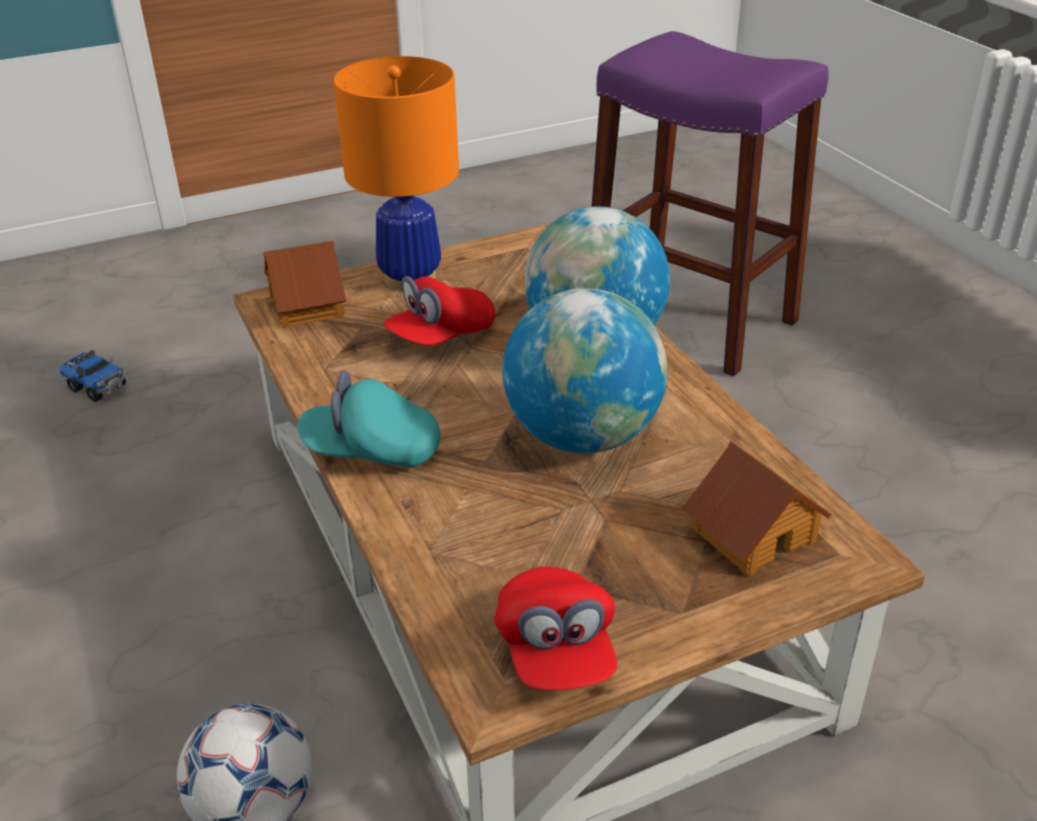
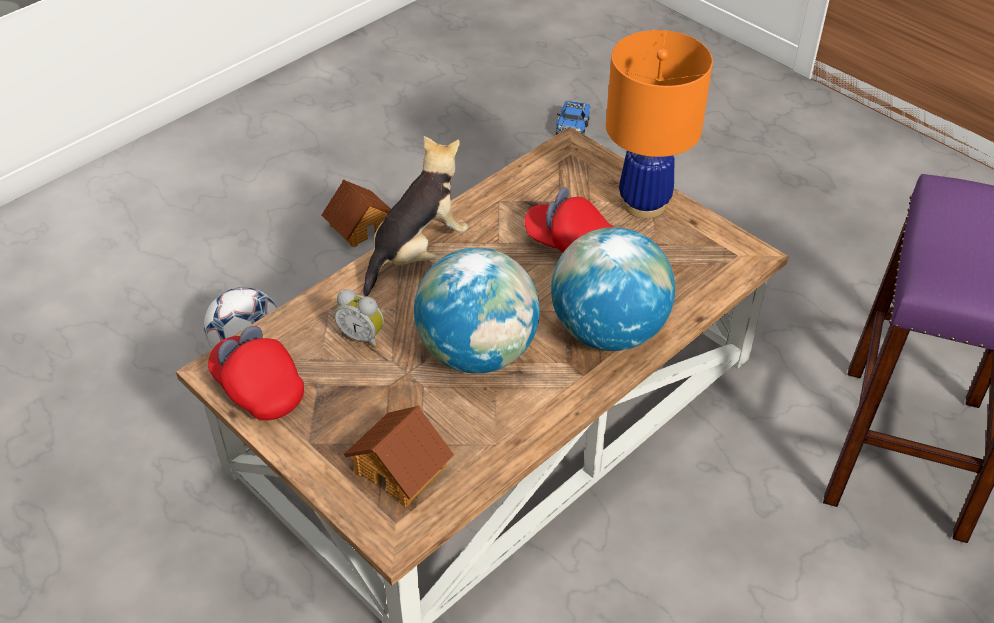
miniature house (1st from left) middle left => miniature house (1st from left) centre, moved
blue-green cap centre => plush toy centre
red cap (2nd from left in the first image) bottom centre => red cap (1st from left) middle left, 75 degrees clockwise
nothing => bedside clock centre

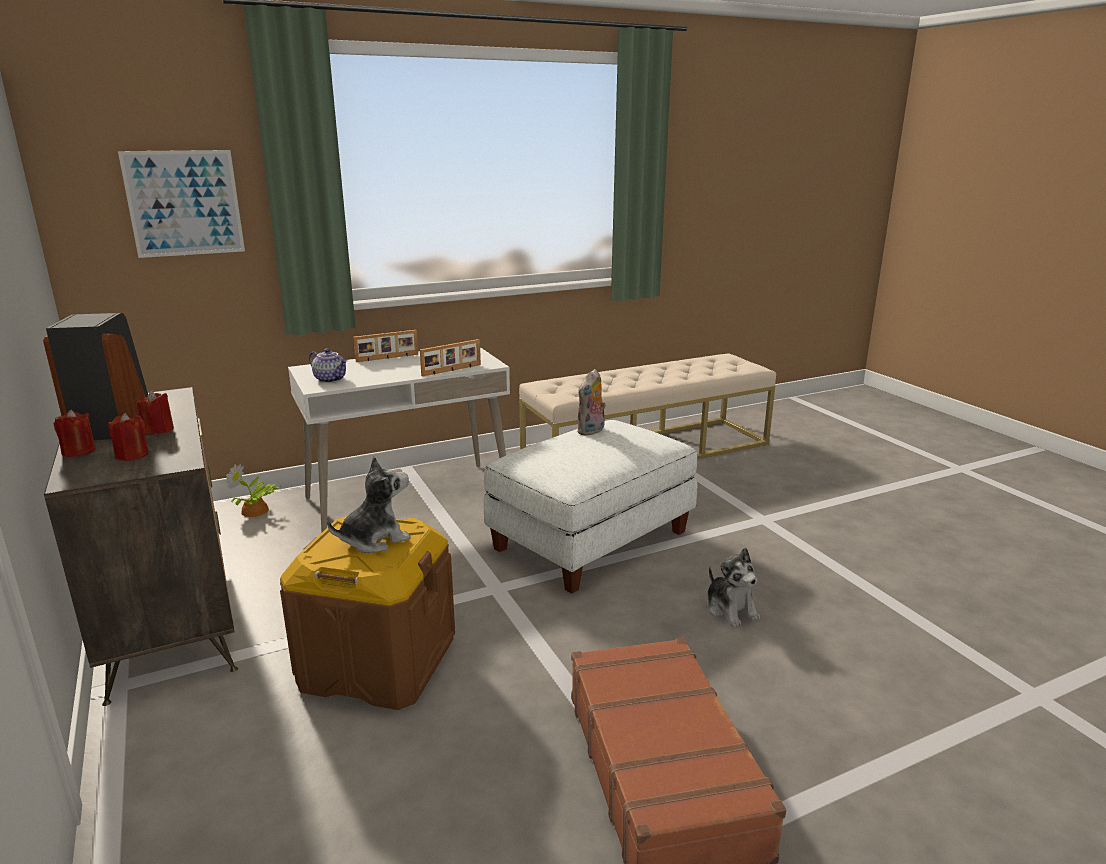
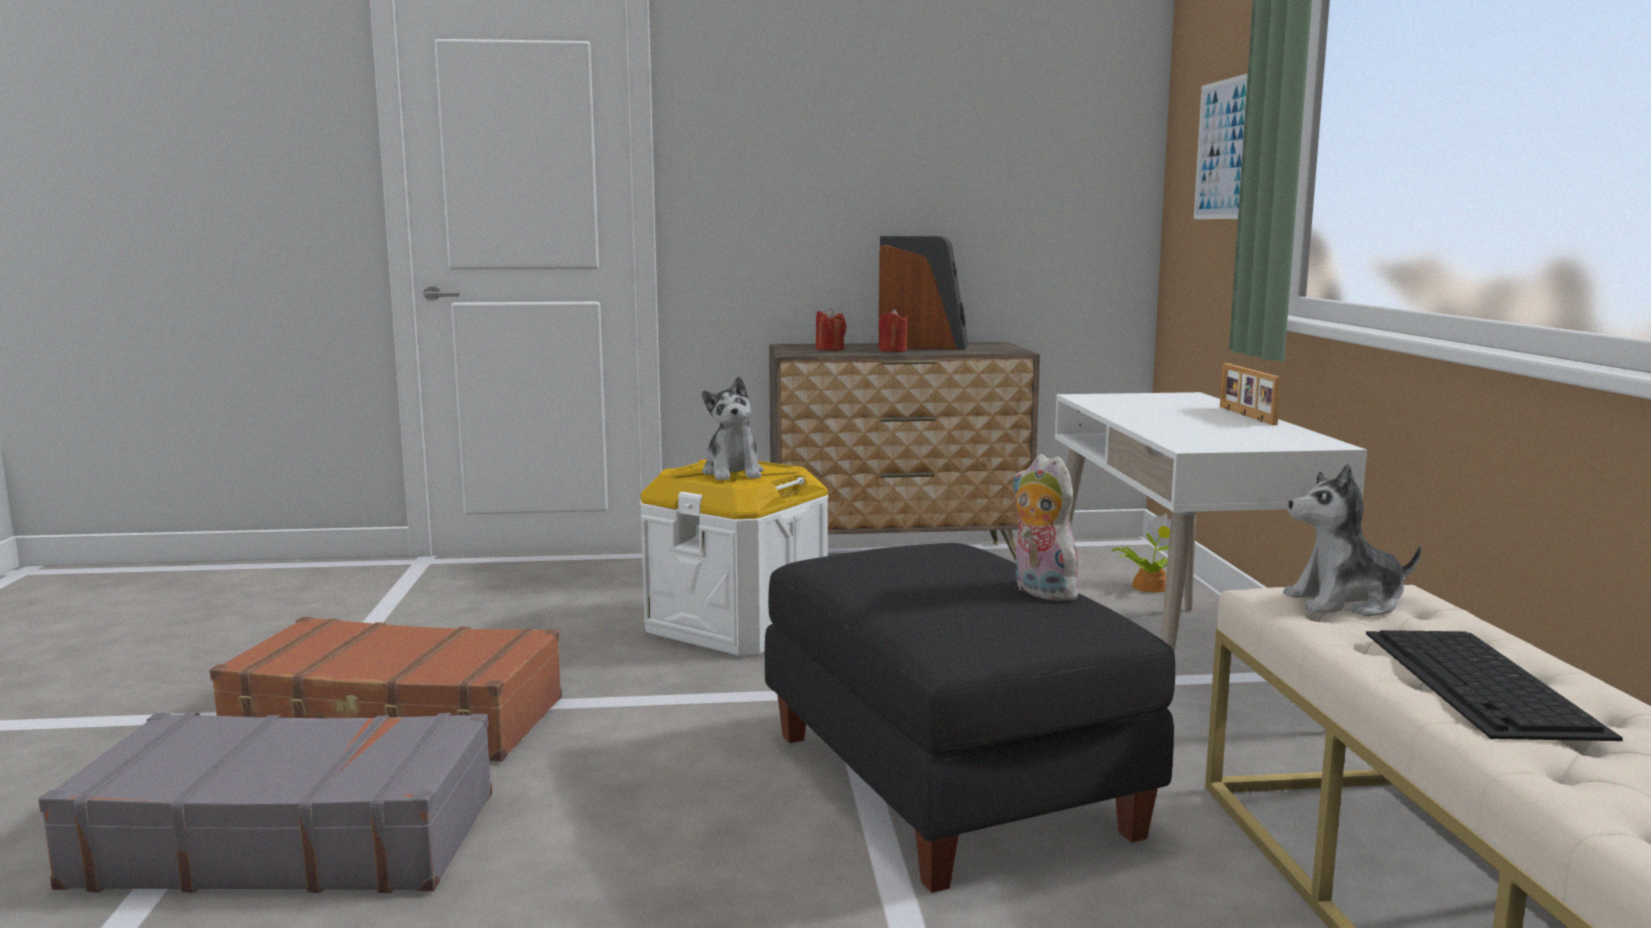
photo frame (2nd from left) centre => nothing
tea pot middle left => nothing
red candle (1st from left) middle left => nothing
whitish ottoman centre => black-coloured ottoman bottom centre
brown storage box bottom left => whitish storage box centre
plush toy (3rd from left) bottom centre => plush toy (3rd from left) middle right, moved
nothing => computer keyboard bottom right
nothing => greyish piece of luggage bottom left

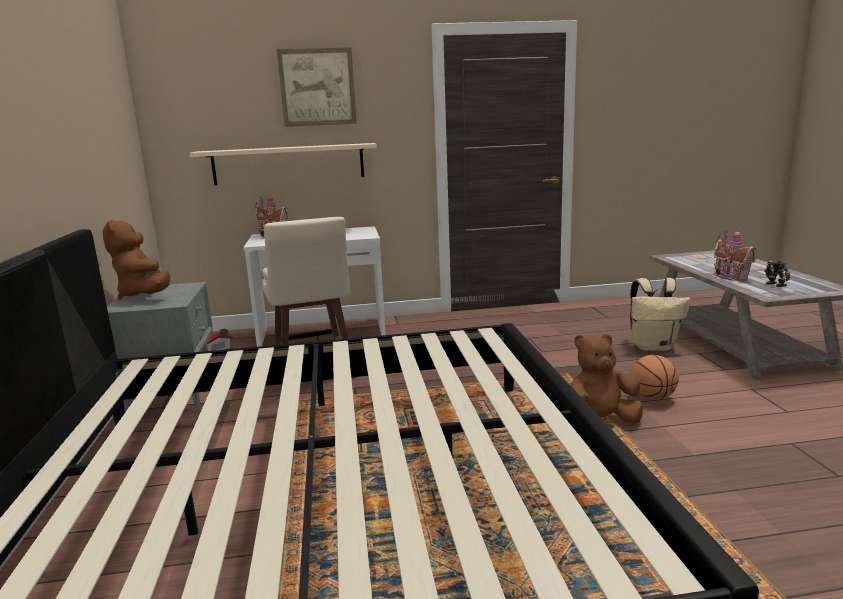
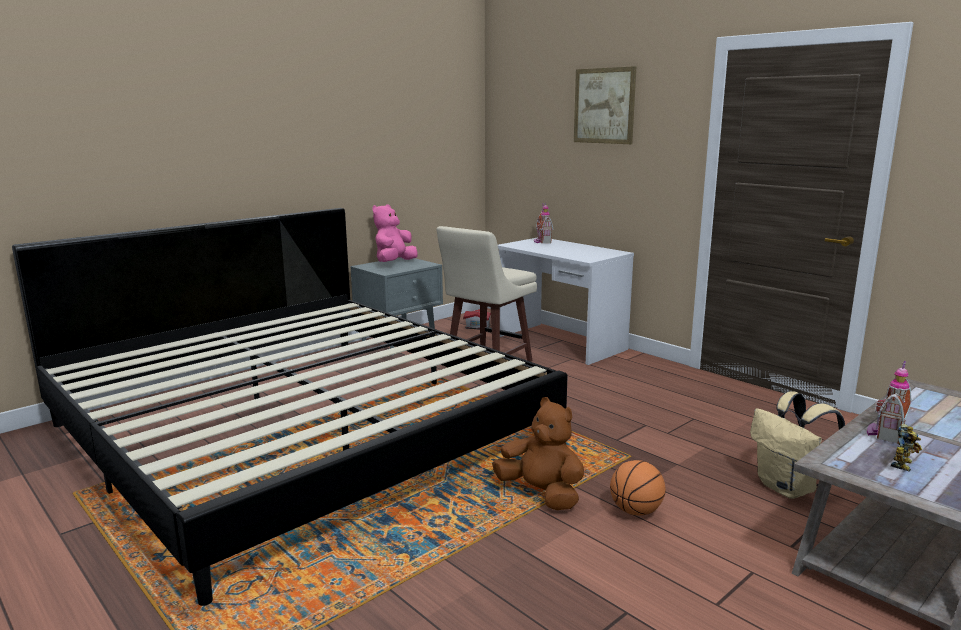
beige-coloured wall shelf top centre => nothing
brown plush toy (1st from left) middle left => pink plush toy centre

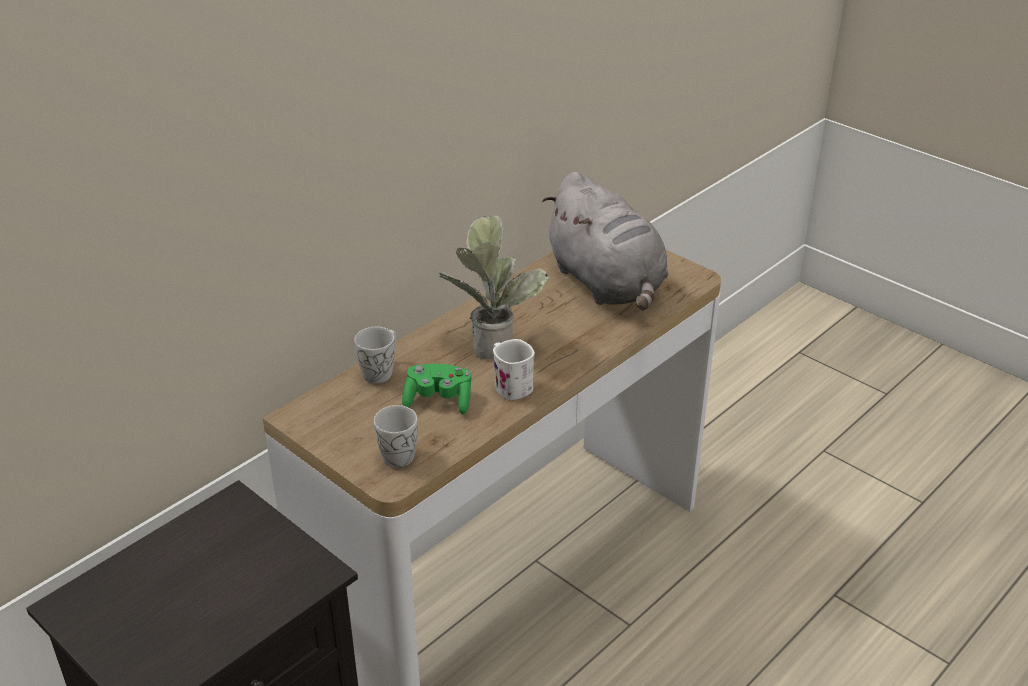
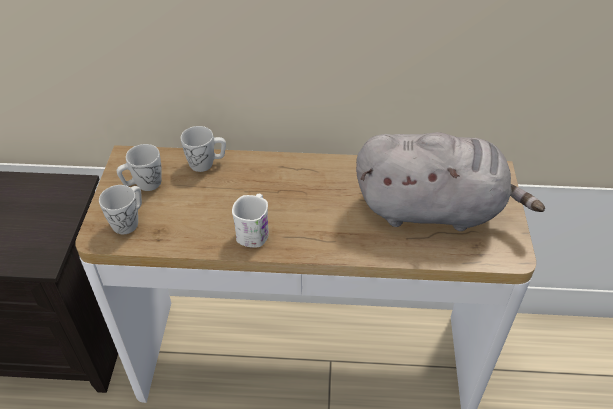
greyish plush toy centre => greyish plush toy middle right, 105 degrees counterclockwise
houseplant centre => nothing
green game controller centre => nothing
nothing => whitish coffee mug (2nd from left) middle left

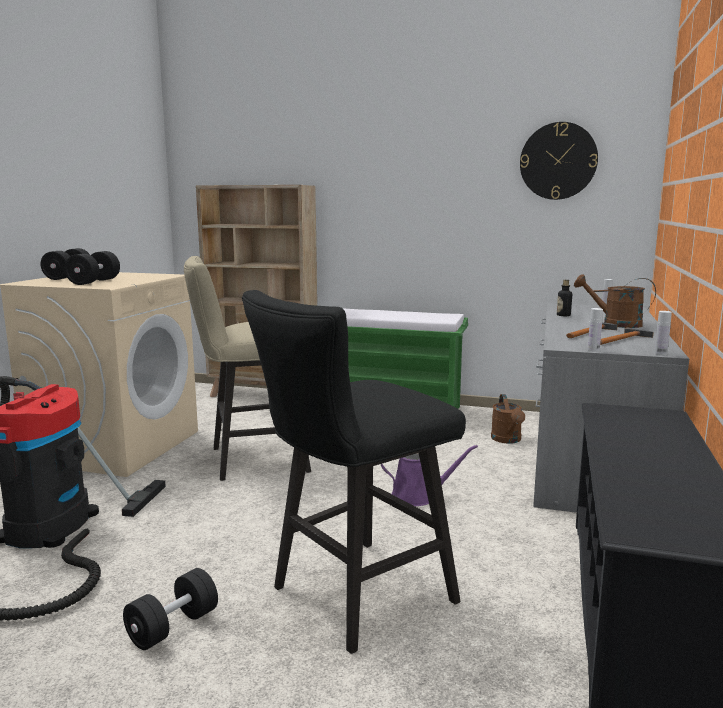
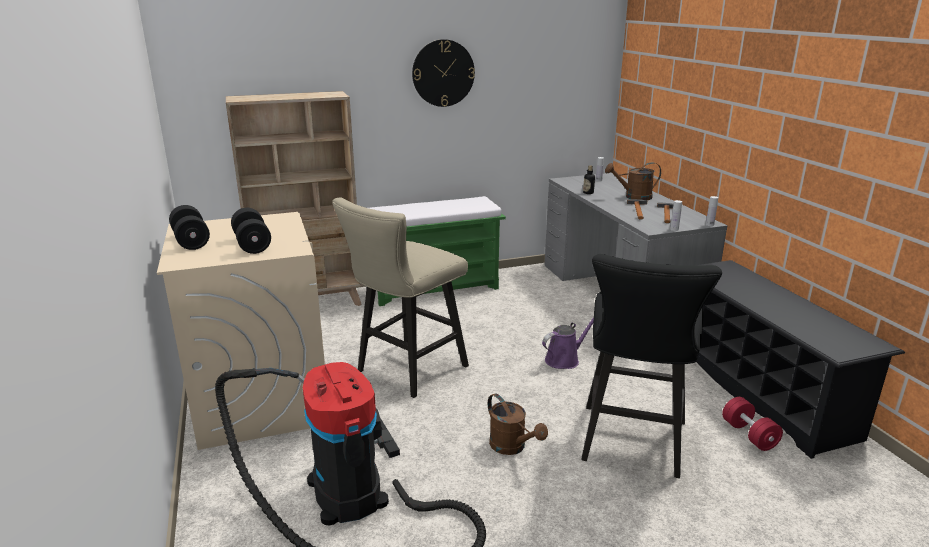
hanging clock top right => hanging clock top centre, moved
brown sprinkling can (1st from left) middle right => brown sprinkling can (1st from left) bottom centre, moved
black-coloured hand weight (3rd from left) bottom left => nothing
nothing => red hand weight bottom right

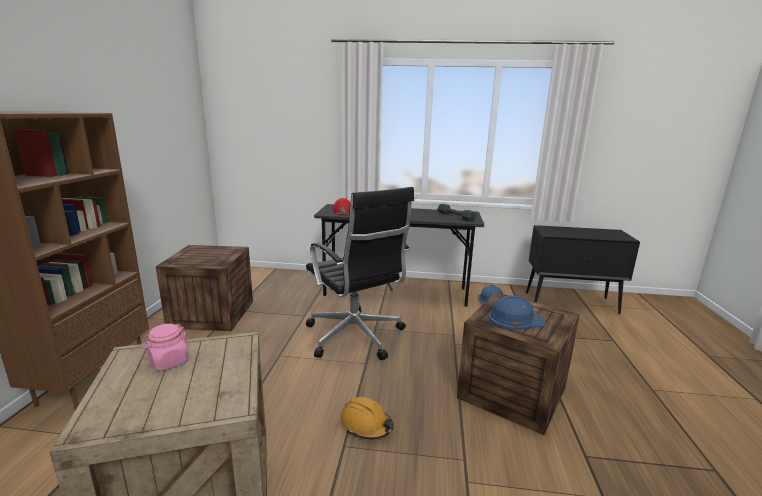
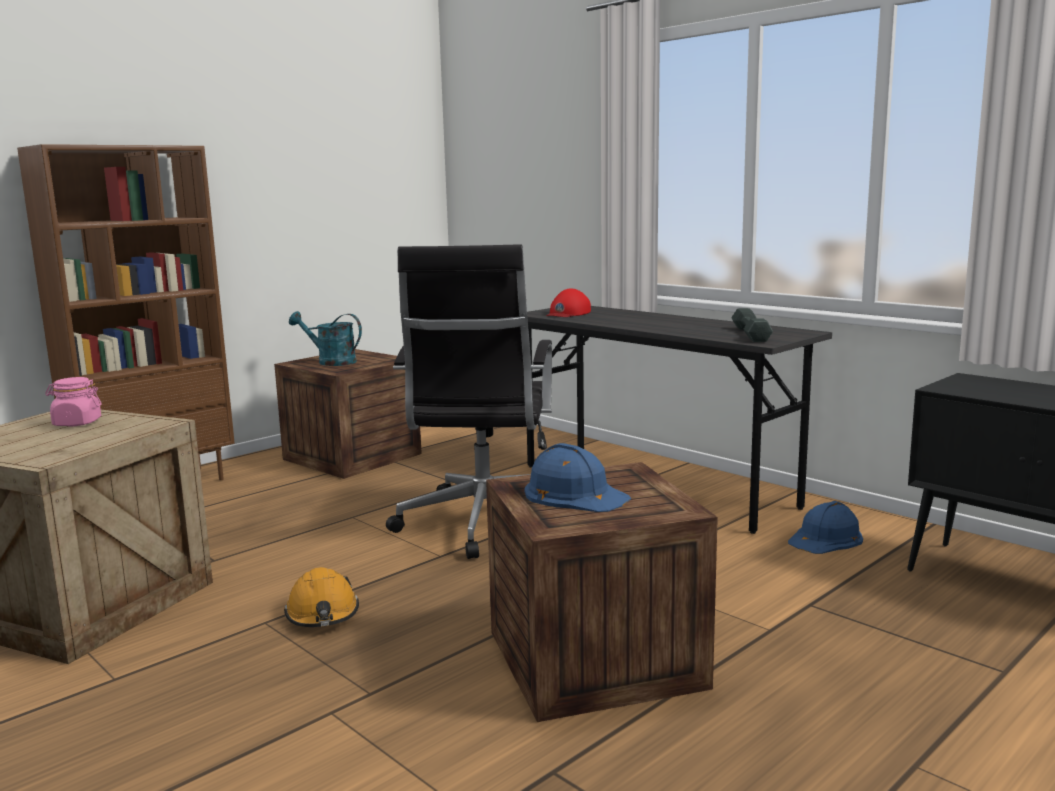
nothing => blue-green sprinkling can middle left

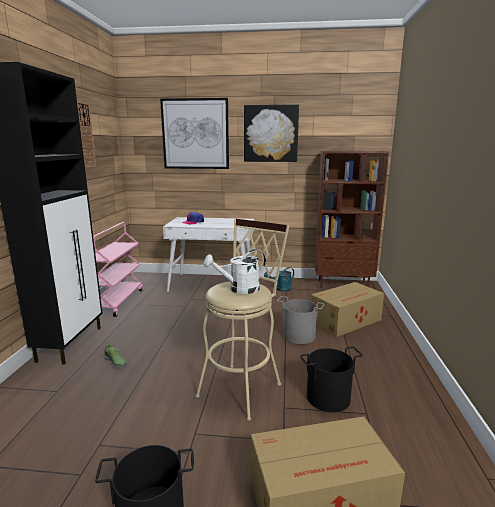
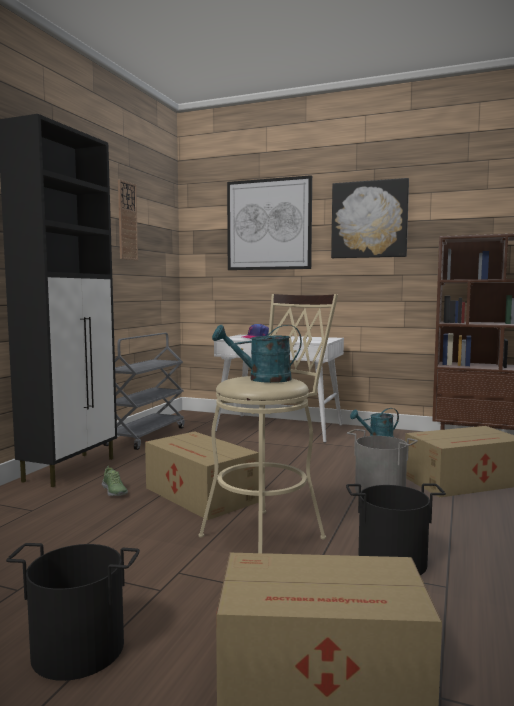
pink wheeled cart middle left => greyish wheeled cart middle left
whitish sprinkling can centre => blue-green sprinkling can (1st from left) centre
nothing => cardboard box (1st from left) bottom centre

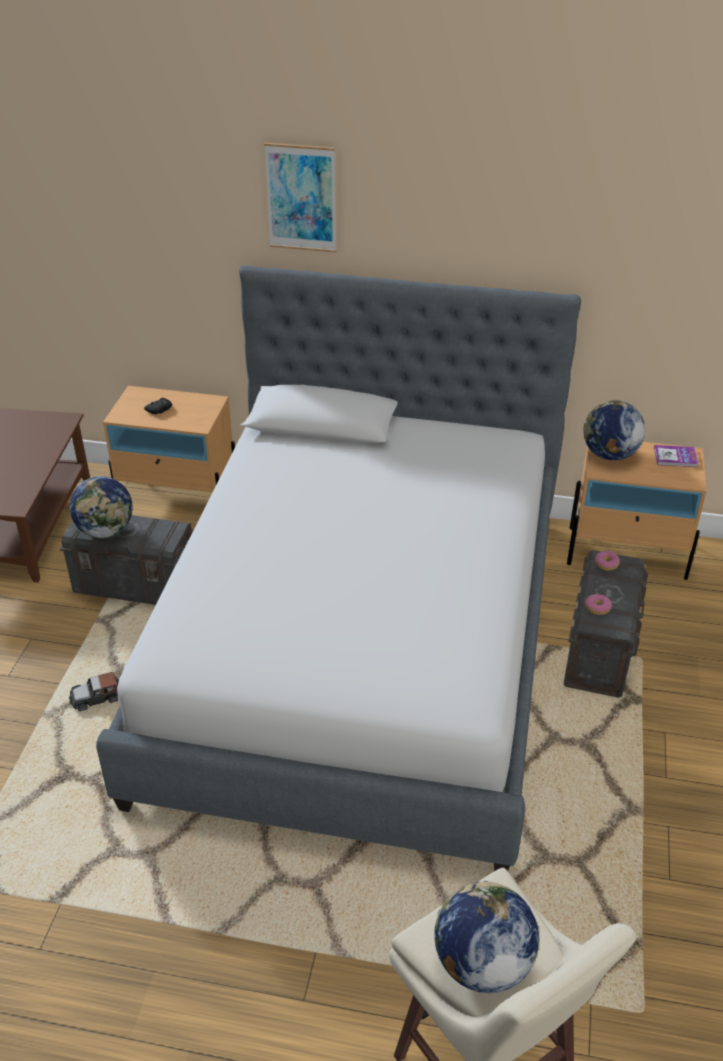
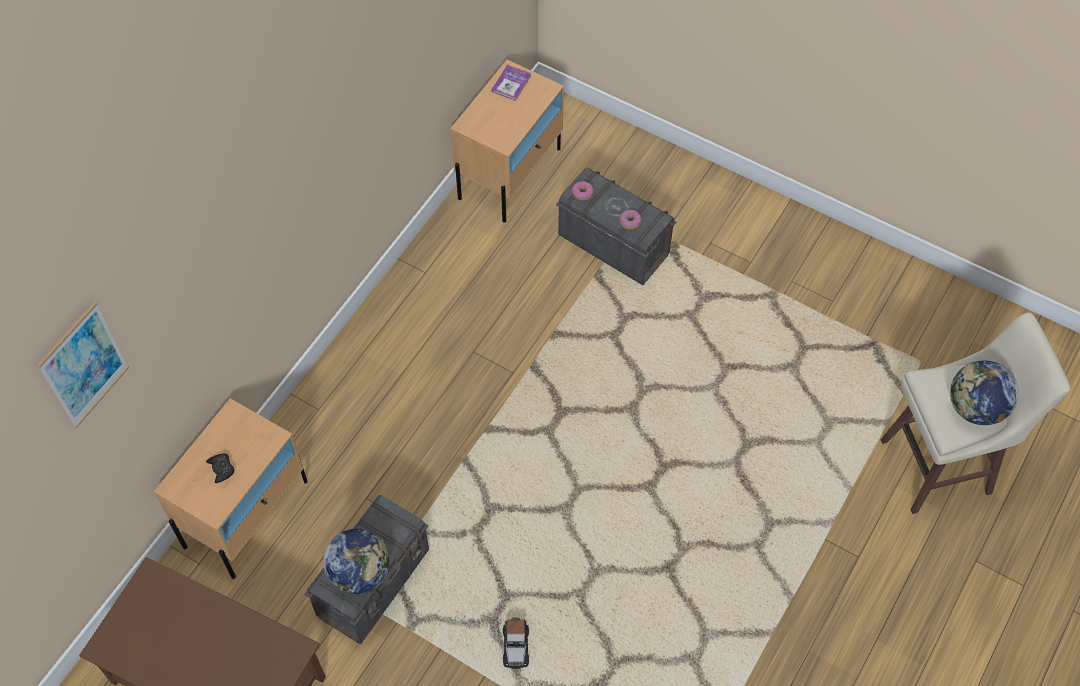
wall art top centre => wall art middle left, moved
sleeping bed centre => nothing
world globe (3rd from left) middle right => nothing

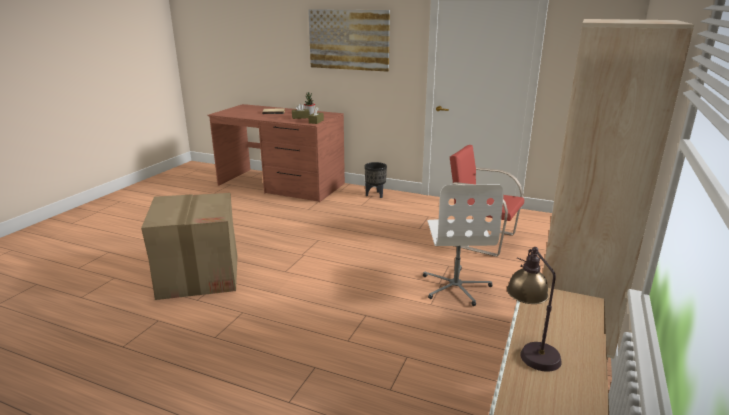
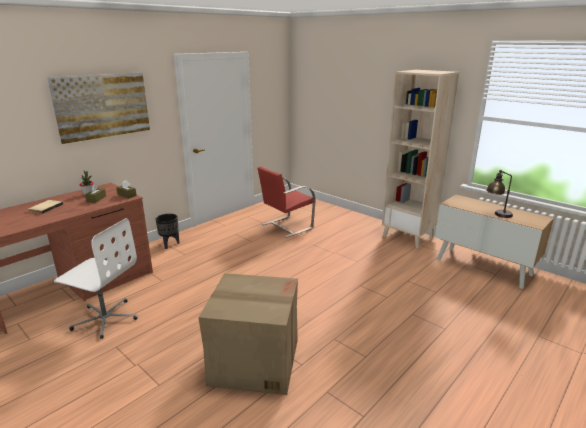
whitish computer chair centre => whitish computer chair middle left, moved

